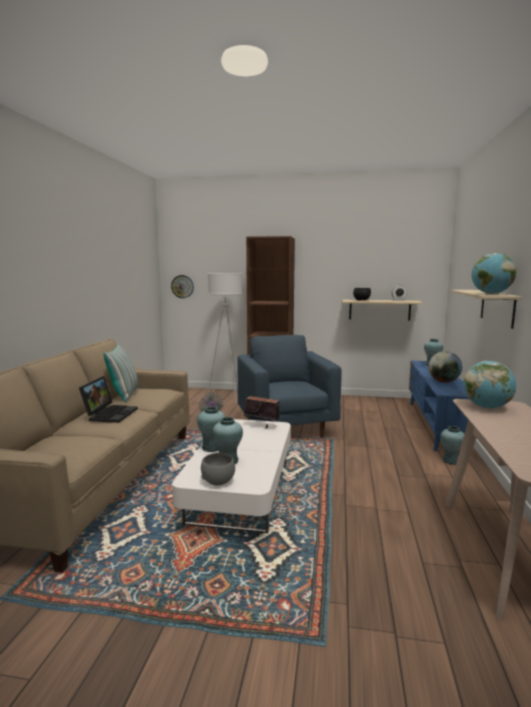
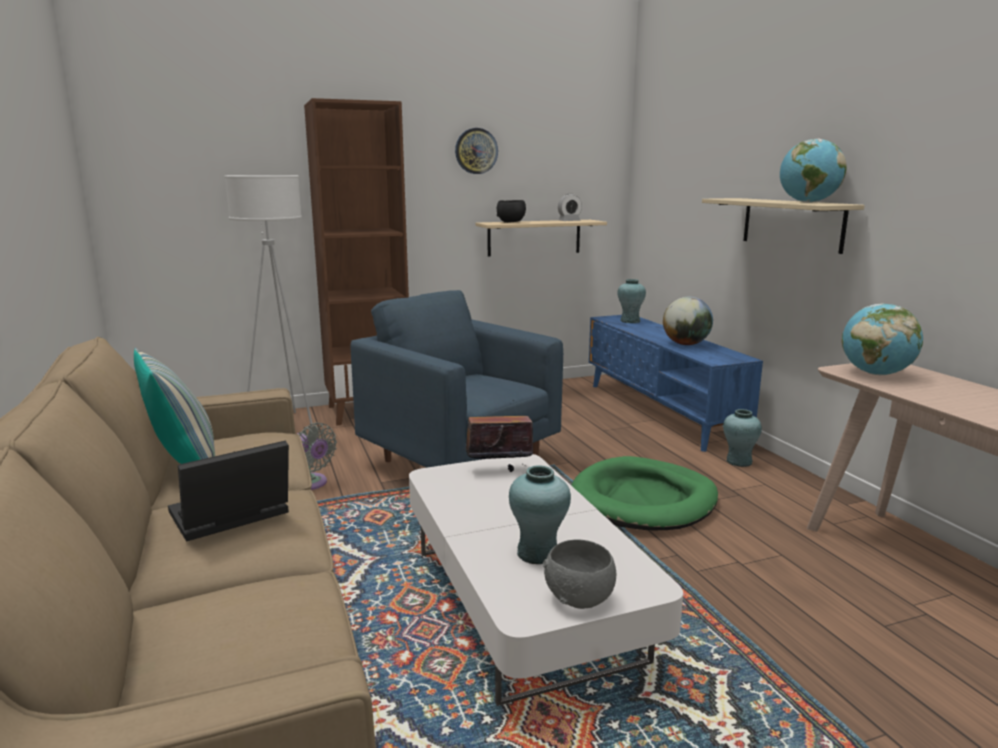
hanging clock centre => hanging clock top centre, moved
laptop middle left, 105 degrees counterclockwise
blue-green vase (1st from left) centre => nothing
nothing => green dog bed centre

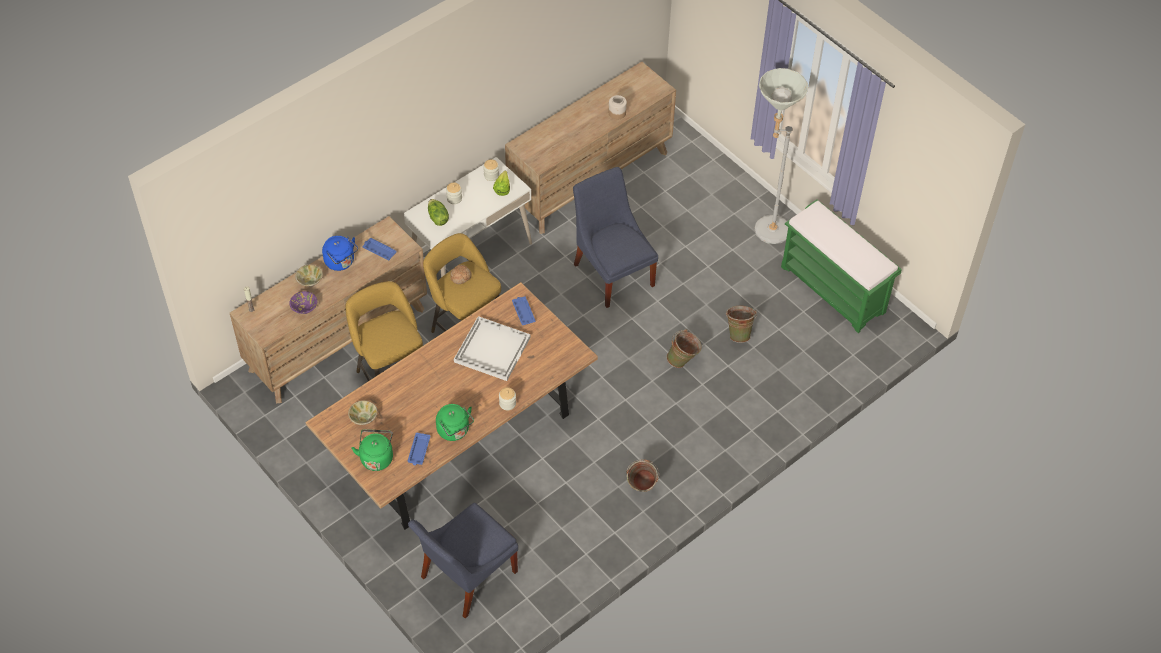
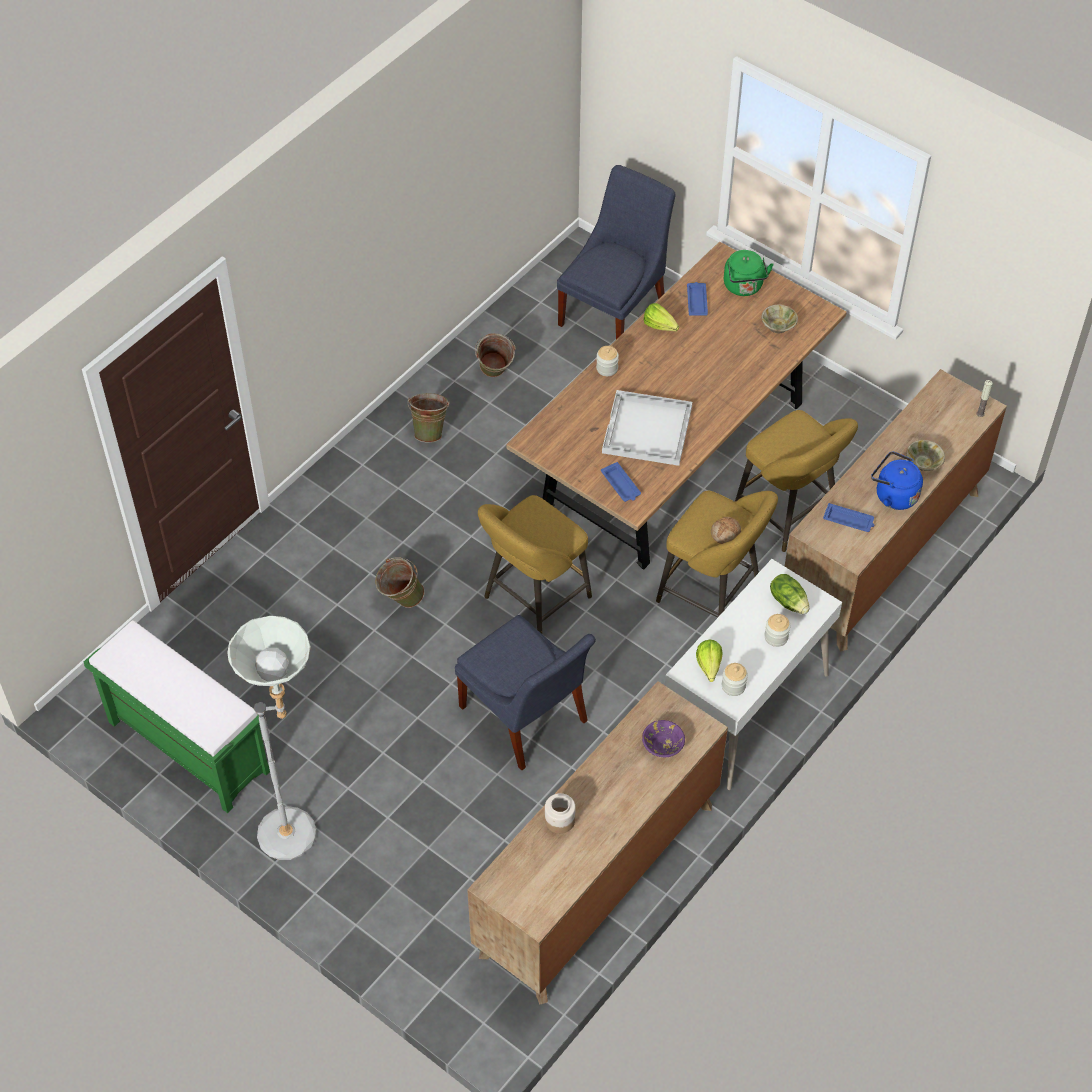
purple-coloured bowl middle left => purple-coloured bowl bottom centre, moved
green bucket (3rd from left) centre => green bucket (3rd from left) top centre, moved
green tea kettle (2nd from left) centre => lettuce (1st from left) top centre
nothing => yellow-coloured sitting stool (1st from left) centre

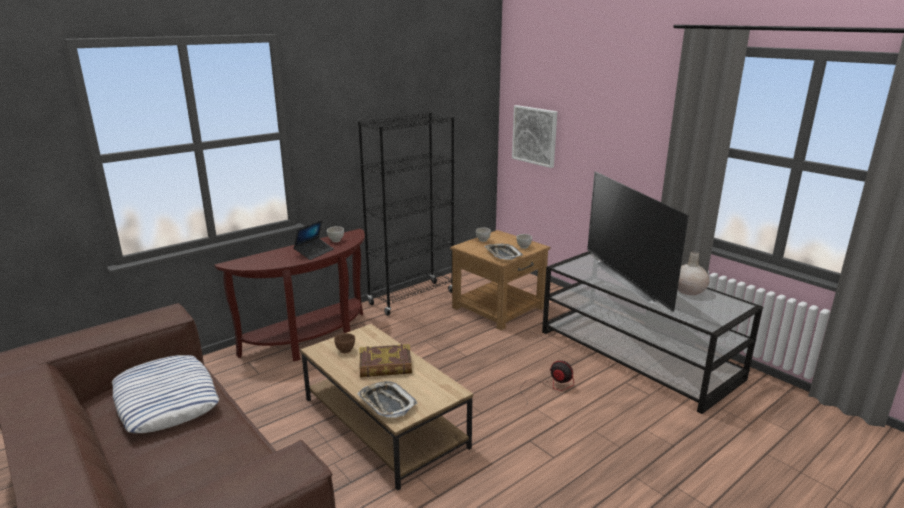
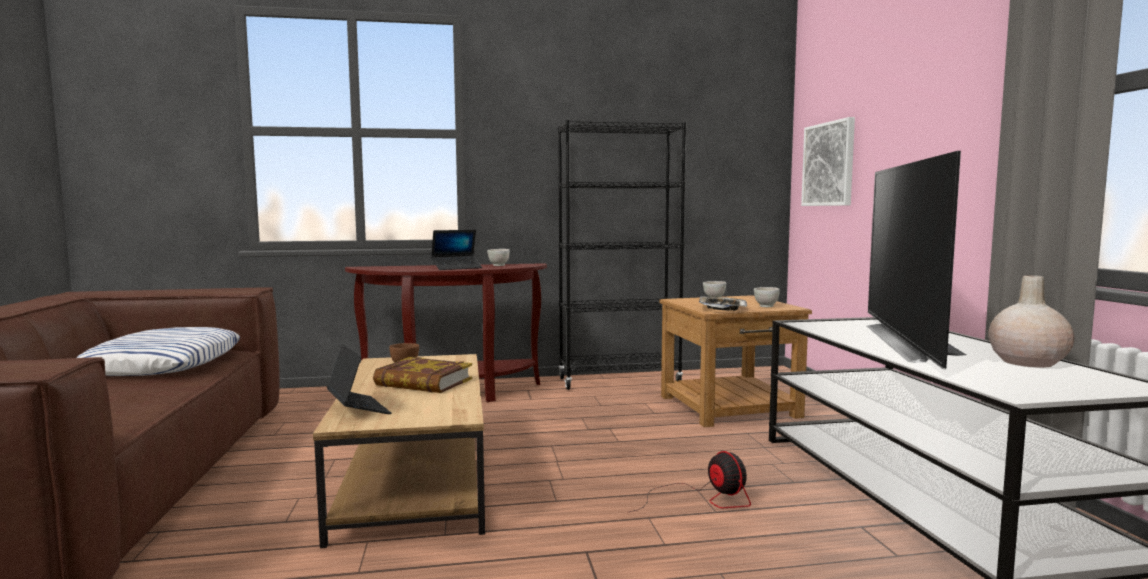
carrying tray (1st from left) bottom centre => laptop (1st from left) middle left

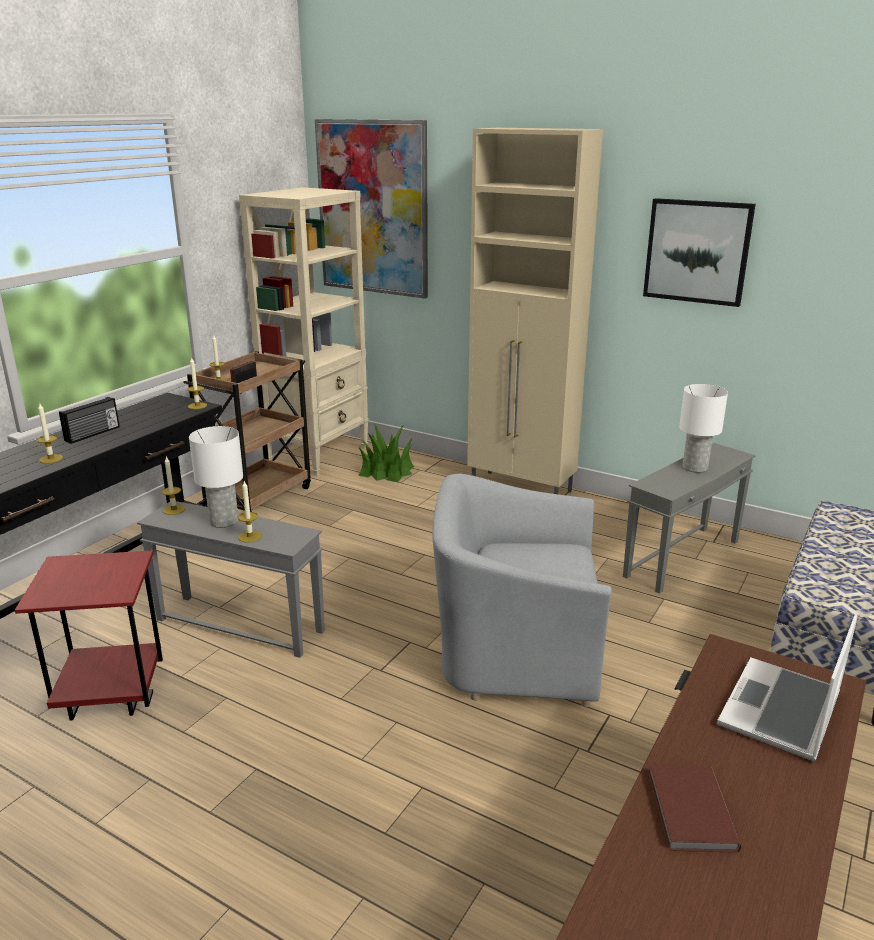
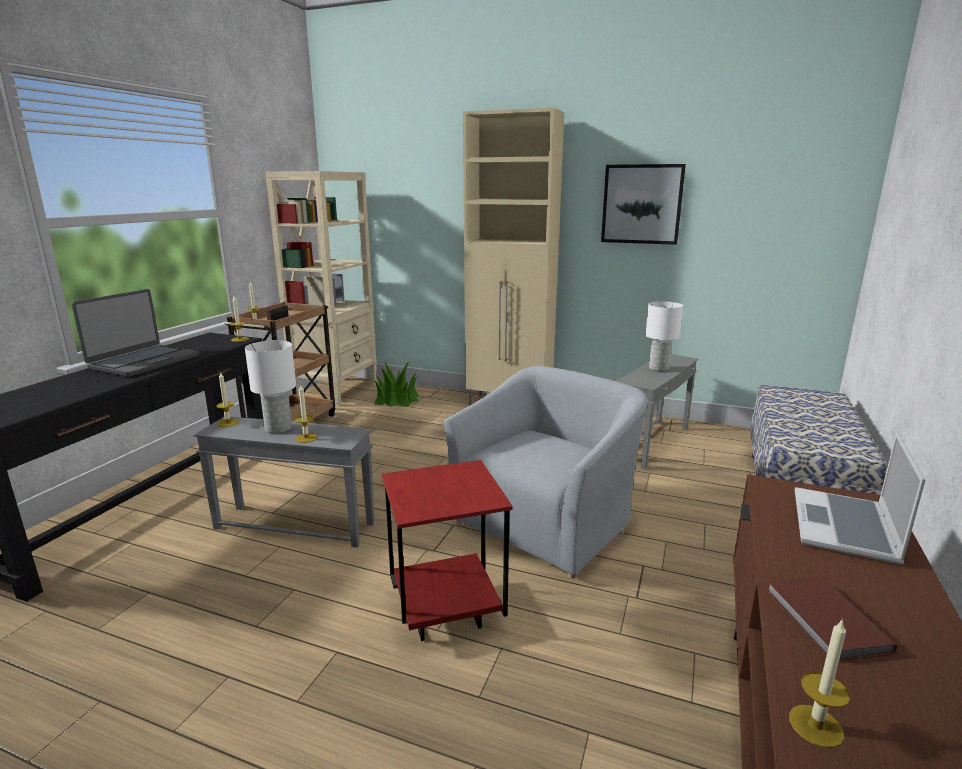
wall art (1st from left) top centre => nothing
radio (1st from left) middle left => laptop (1st from left) middle left
candle (1st from left in the first image) middle left => candle (5th from left) bottom right, moved
greyish lounge chair centre, 135 degrees clockwise
red end table bottom left => red end table bottom centre, moved

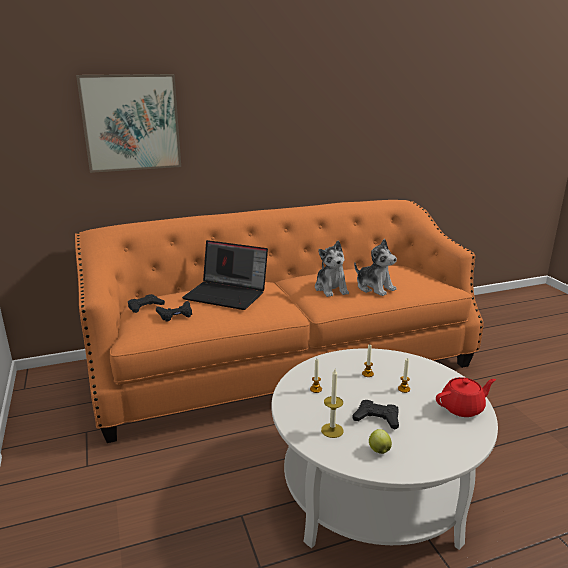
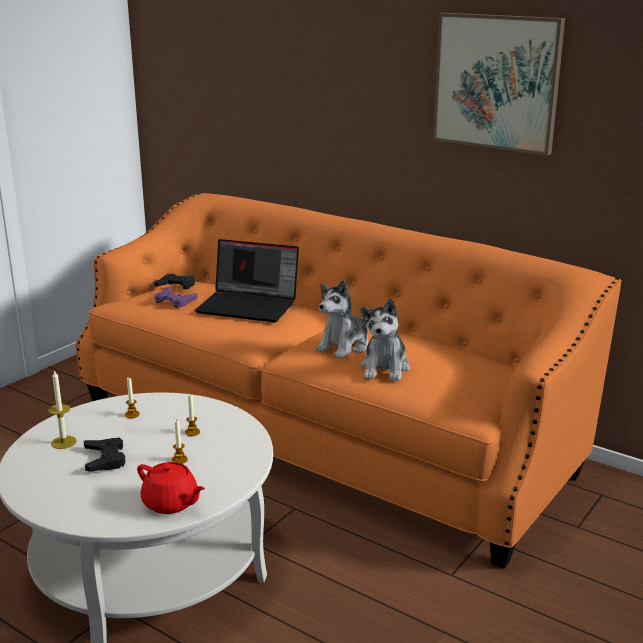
wall art top left => wall art top right, moved
laptop centre, 60 degrees counterclockwise
black-coloured game controller (2nd from left) middle left => purple-coloured game controller middle left
apple fruit bottom right => nothing

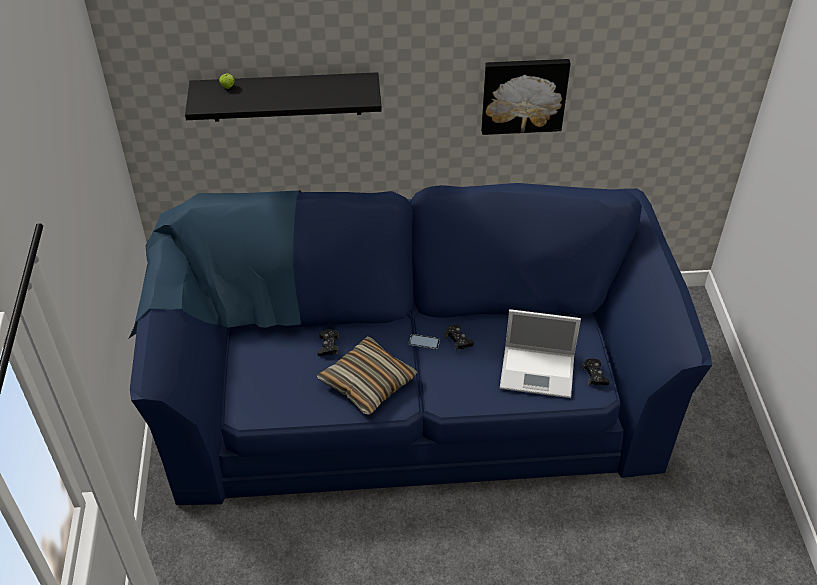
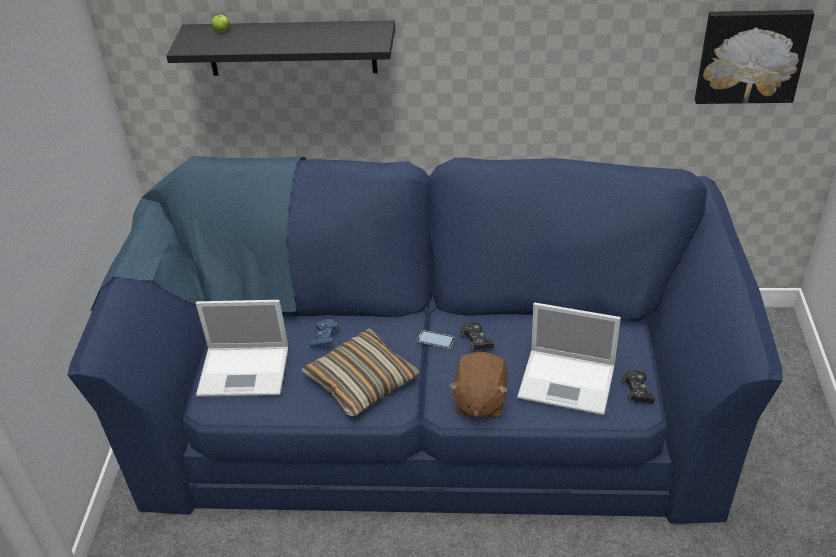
wall art top centre => wall art top right, moved
black-coloured game controller (1st from left) centre => bluish game controller centre
nothing => laptop (1st from left) middle left
nothing => brown plush toy bottom centre

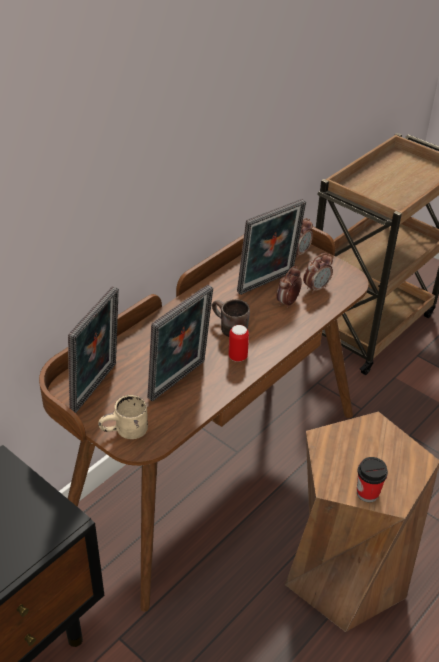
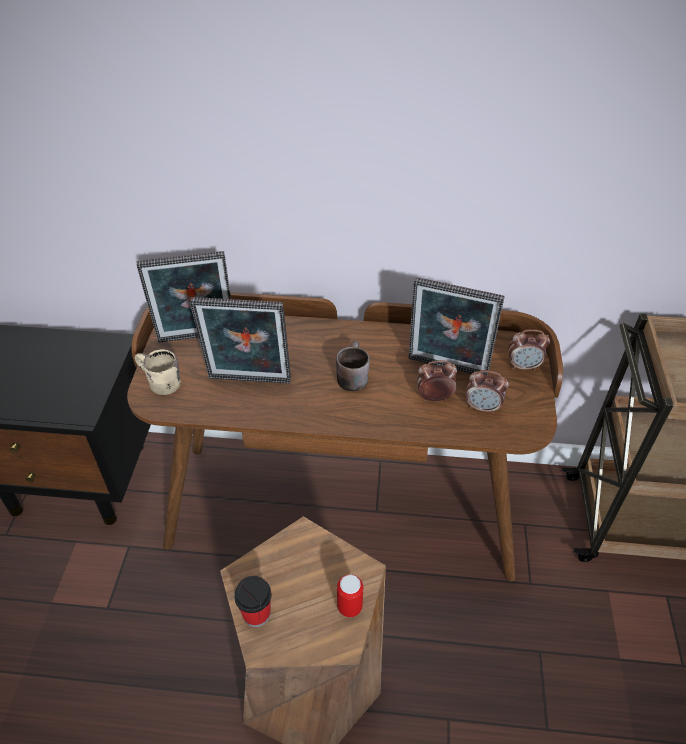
can centre => can bottom centre, moved

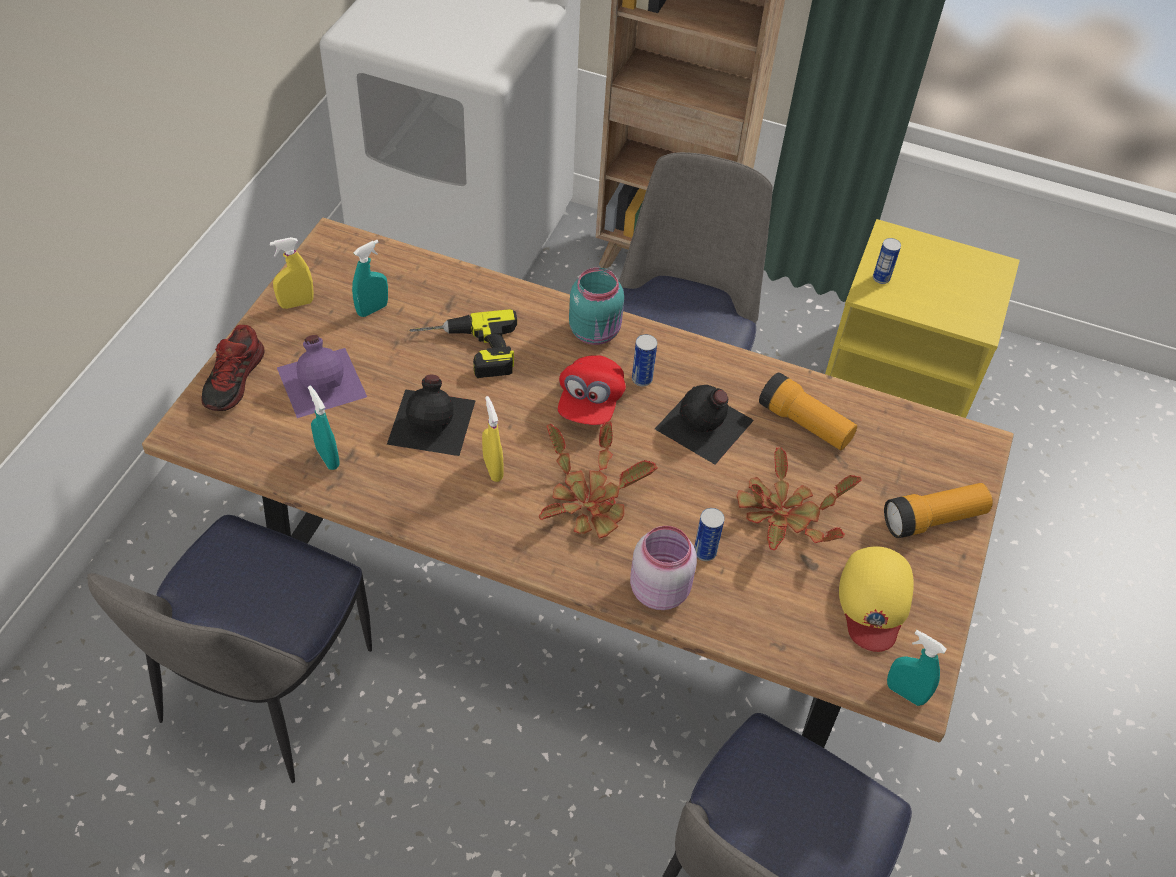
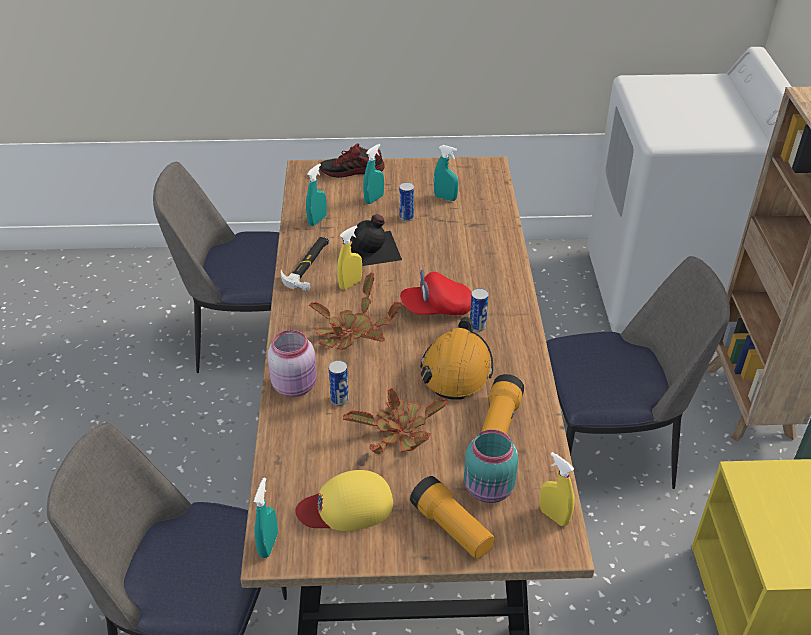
yellow-coloured spray bottle (1st from left in the first image) top left => yellow-coloured spray bottle (2nd from left) bottom right, moved
can (3rd from left in the first image) top right => can (2nd from left) top centre, moved
blue-green jar centre => blue-green jar bottom centre, moved
electric drill centre => nothing
purple-coloured drink bottle middle left => blue-green spray bottle (3rd from left) top centre
black-coloured drink bottle (2nd from left) centre => orangey work helmet centre
nothing => tool hammer centre

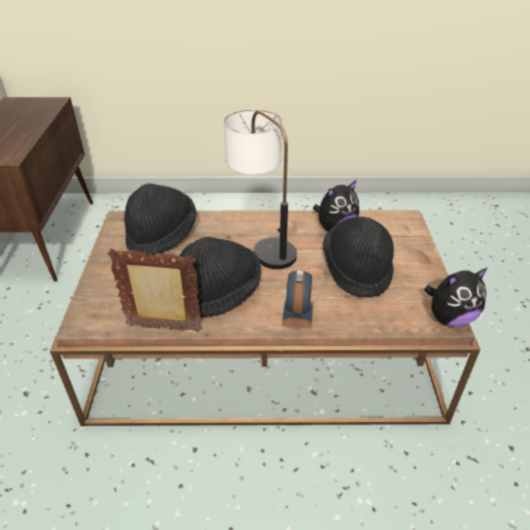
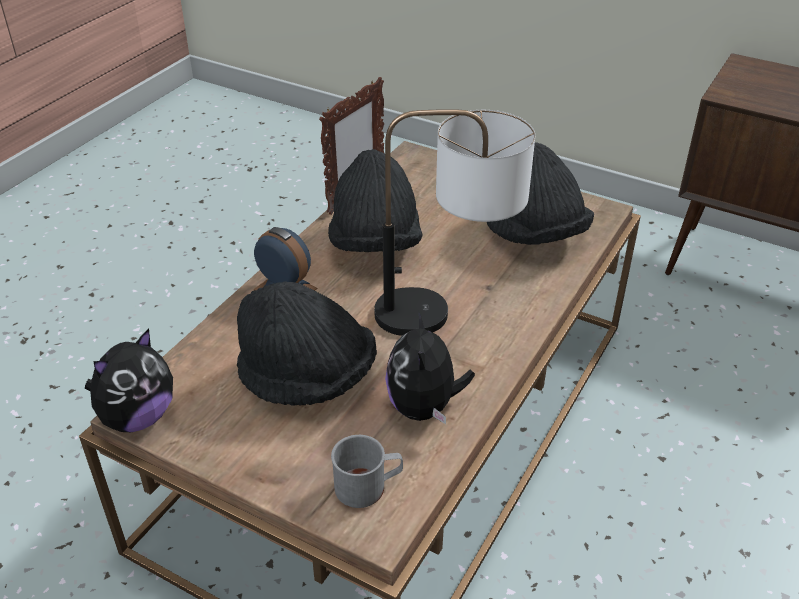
plush toy (2nd from left in the first image) middle right => plush toy (1st from left) middle left, 150 degrees counterclockwise
nothing => greyish coffee mug bottom centre

